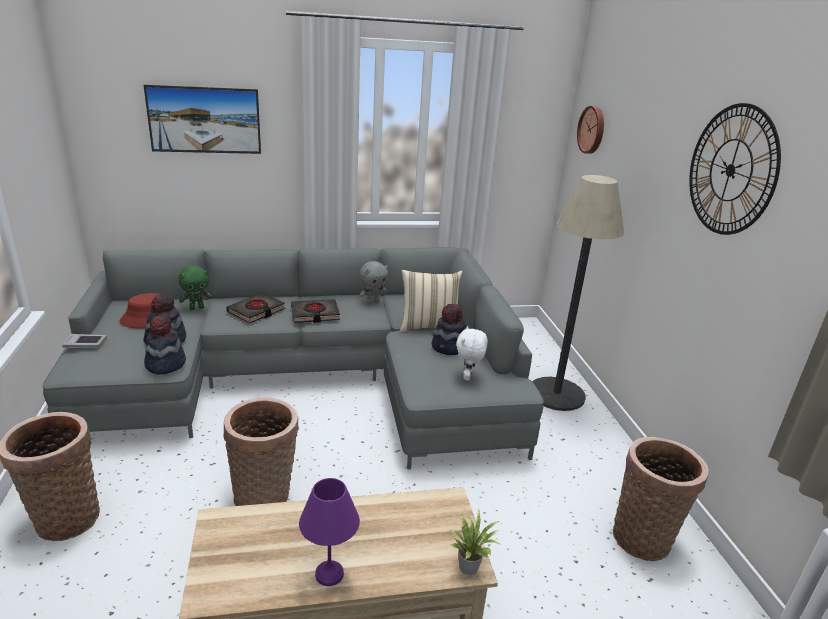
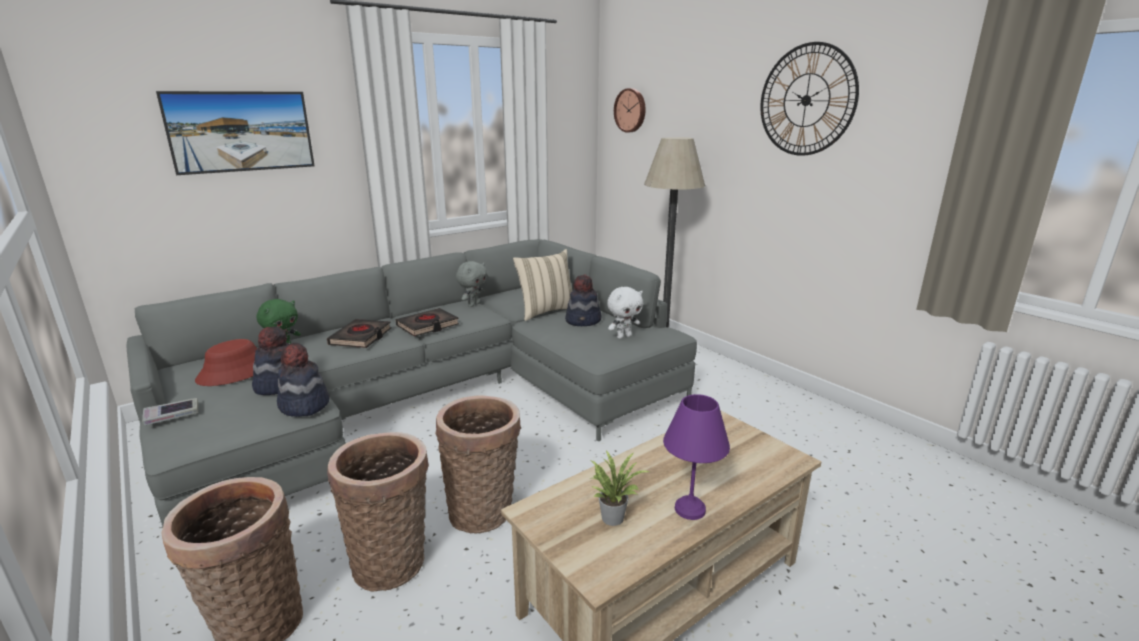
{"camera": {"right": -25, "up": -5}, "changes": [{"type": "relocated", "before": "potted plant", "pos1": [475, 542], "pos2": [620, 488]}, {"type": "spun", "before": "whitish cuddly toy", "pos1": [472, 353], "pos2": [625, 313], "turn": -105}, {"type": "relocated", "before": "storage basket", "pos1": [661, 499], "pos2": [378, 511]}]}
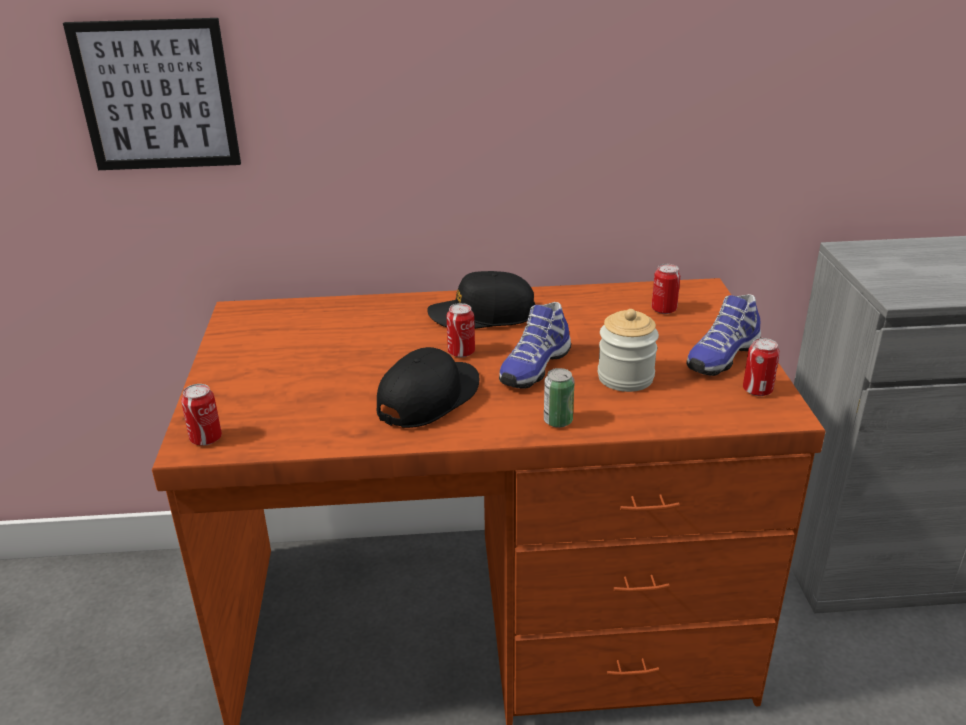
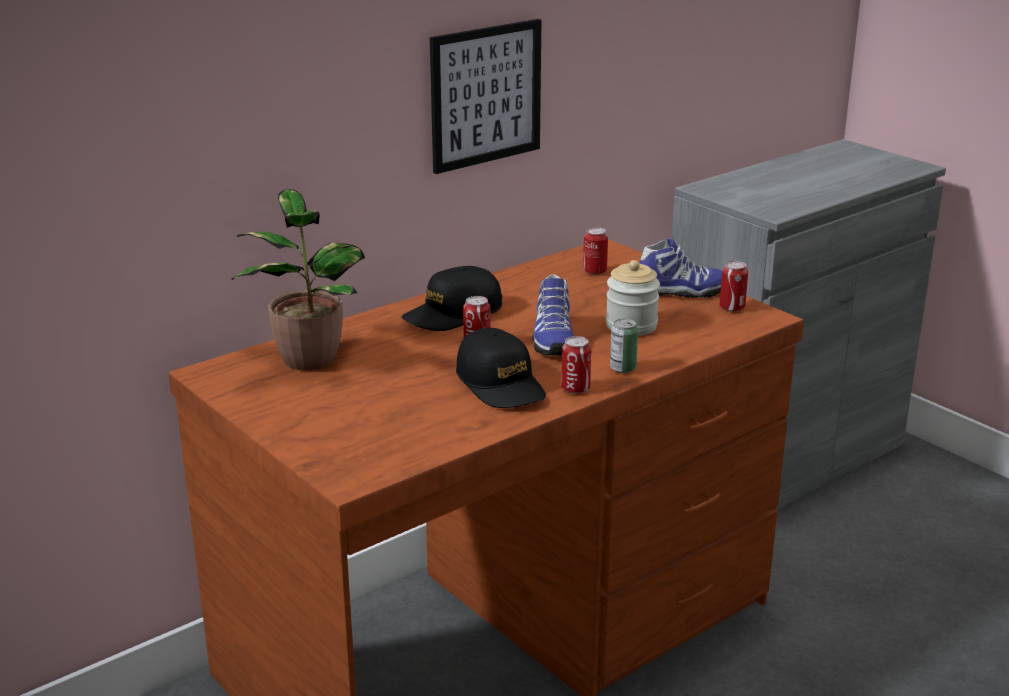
{"camera": {"right": -35, "up": -5}, "changes": [{"type": "relocated", "before": "wall picture", "pos1": [152, 94], "pos2": [485, 96]}, {"type": "relocated", "before": "can", "pos1": [201, 415], "pos2": [576, 365]}, {"type": "spun", "before": "black-coloured peaked cap", "pos1": [428, 387], "pos2": [501, 368], "turn": 150}, {"type": "spun", "before": "item of footwear", "pos1": [724, 335], "pos2": [680, 268], "turn": -105}, {"type": "appeared", "after": "potted plant", "pos2": [298, 280]}]}
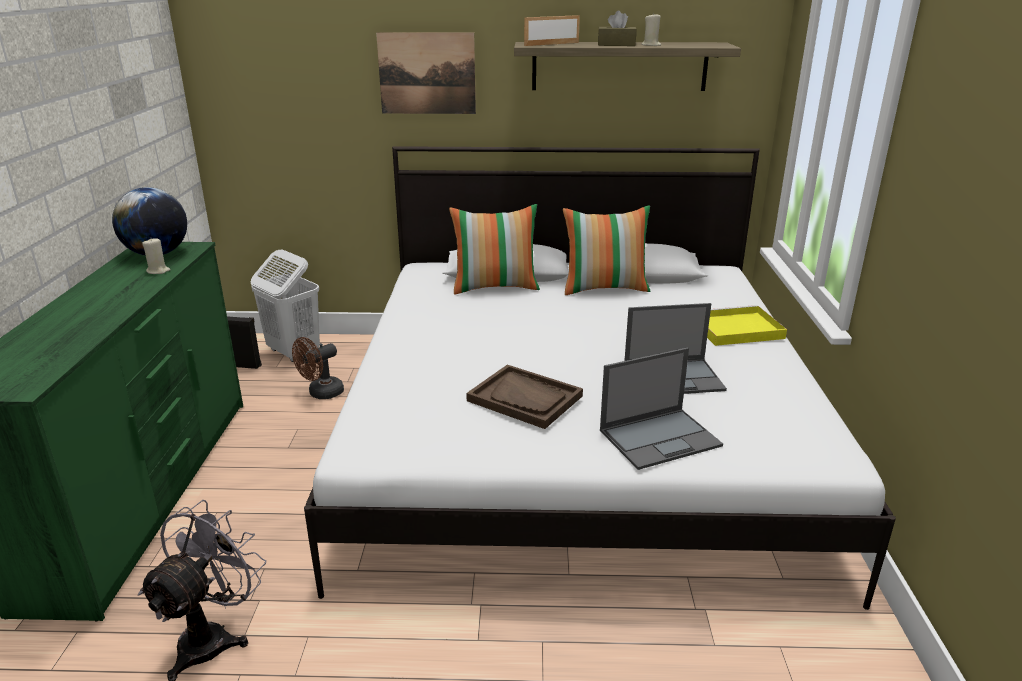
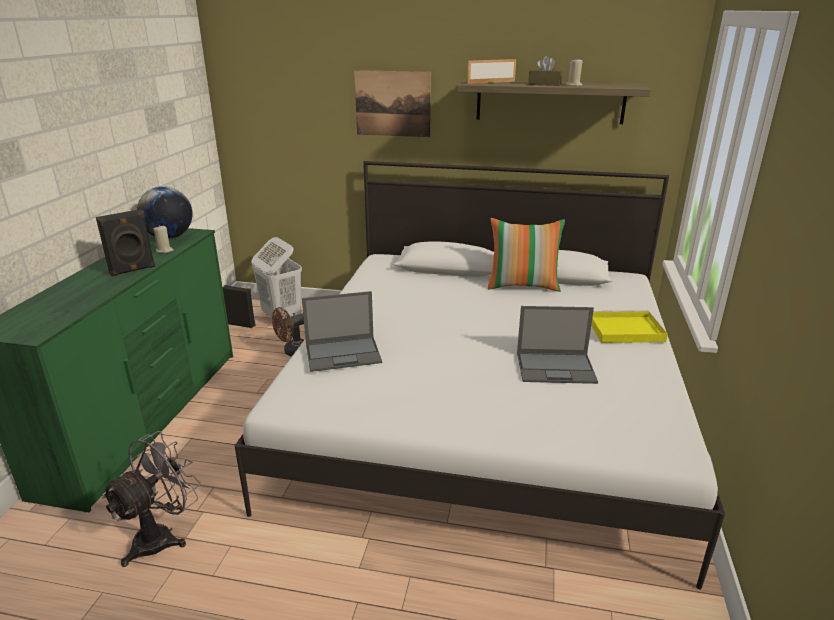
{"camera": {"right": 10, "up": 0}, "changes": [{"type": "missing", "before": "pillow", "pos1": [494, 249]}, {"type": "missing", "before": "brown tray", "pos1": [524, 397]}, {"type": "relocated", "before": "laptop", "pos1": [661, 408], "pos2": [342, 331]}, {"type": "appeared", "after": "black-coloured audio speaker", "pos2": [126, 243]}]}
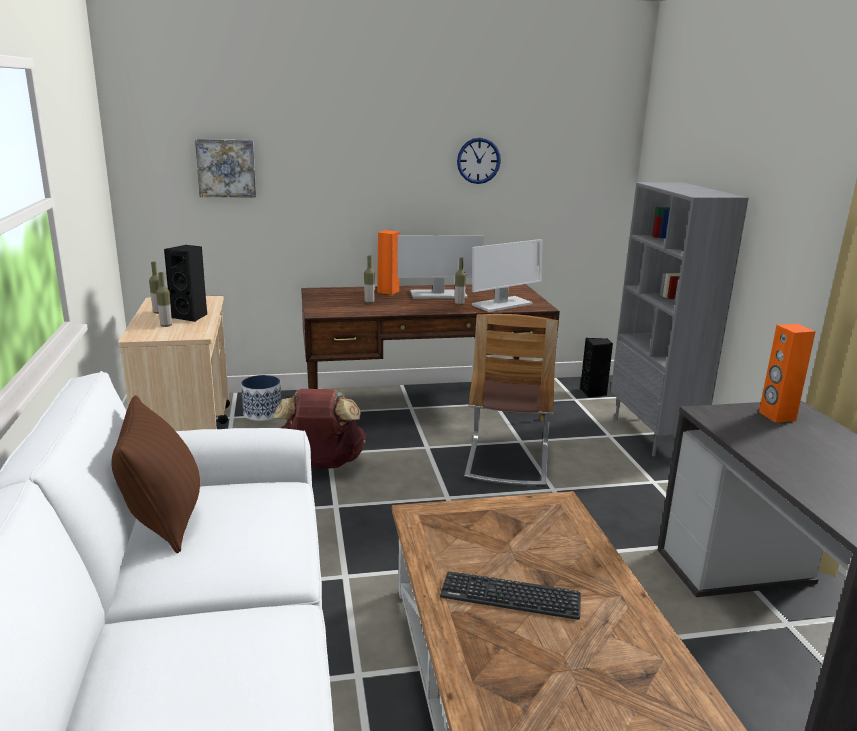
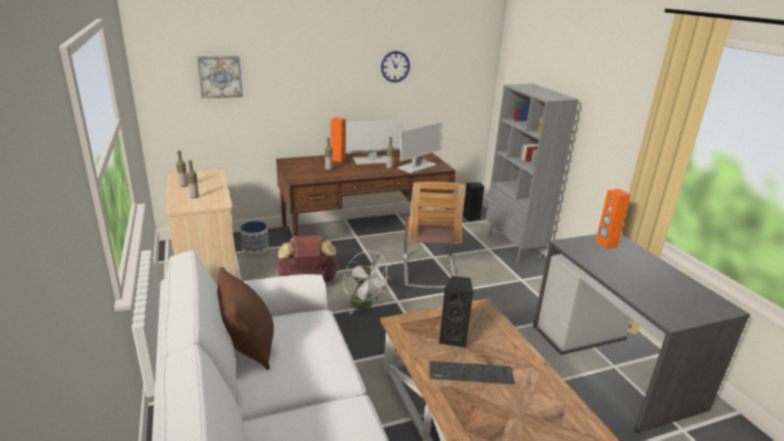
{"camera": {"right": -10, "up": 5}, "changes": [{"type": "relocated", "before": "black-coloured audio speaker", "pos1": [185, 283], "pos2": [456, 312]}, {"type": "appeared", "after": "whitish fan", "pos2": [367, 282]}]}
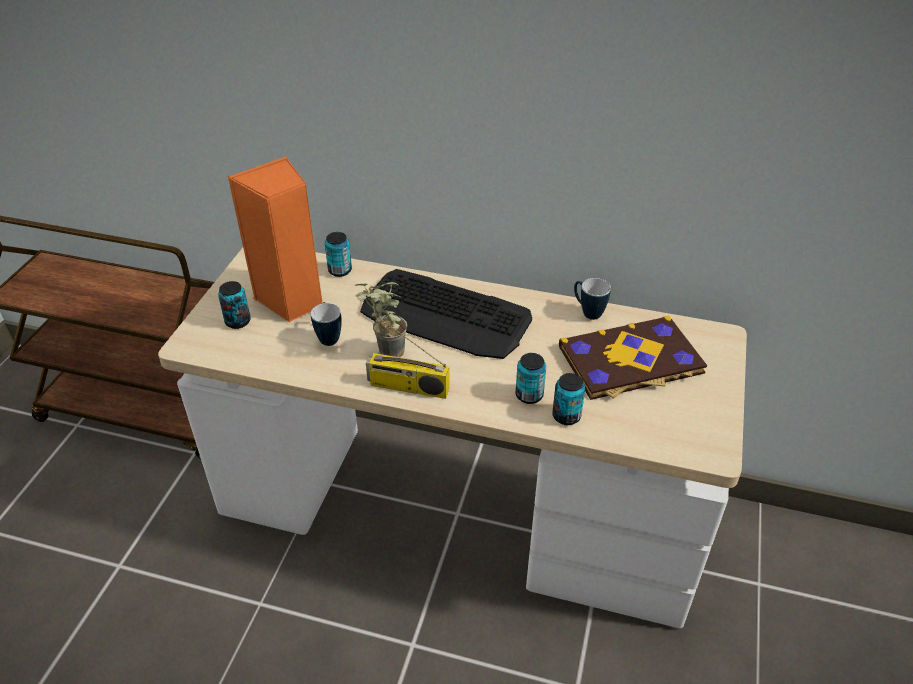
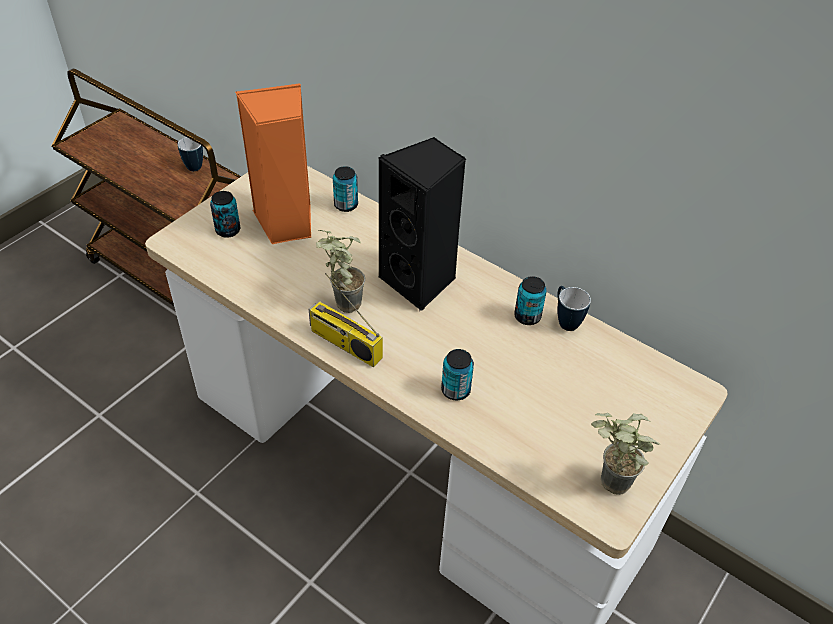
{"camera": {"right": 20, "up": 5}, "changes": [{"type": "relocated", "before": "coffee mug", "pos1": [326, 324], "pos2": [190, 154]}, {"type": "exchanged", "before": "keyboard", "after": "black-coloured audio speaker", "pos1": [446, 314], "pos2": [422, 224]}, {"type": "relocated", "before": "can", "pos1": [568, 399], "pos2": [530, 300]}, {"type": "missing", "before": "book", "pos1": [633, 358]}, {"type": "appeared", "after": "potted plant", "pos2": [625, 454]}]}
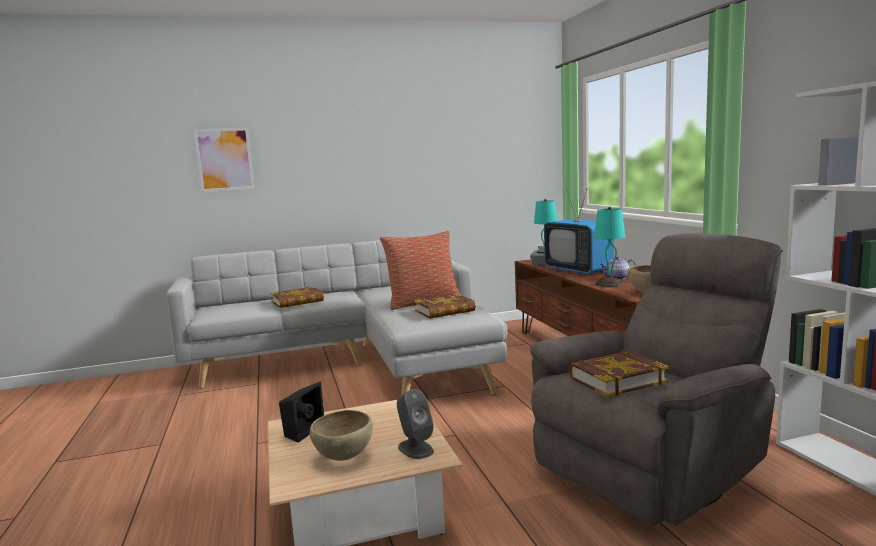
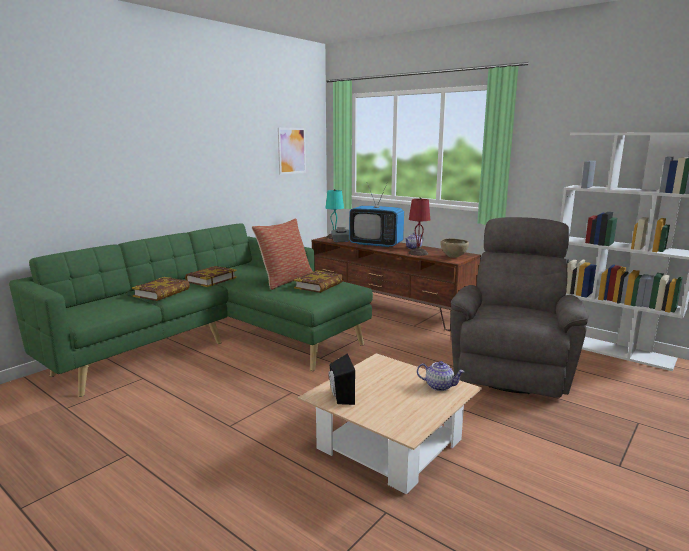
{"camera": {"right": -35, "up": 5}, "changes": [{"type": "colour", "before": "greyish couch", "after": "greenish couch", "pos1": [336, 318], "pos2": [191, 310]}, {"type": "relocated", "before": "wall picture", "pos1": [224, 160], "pos2": [292, 151]}, {"type": "missing", "before": "brown deep dish", "pos1": [341, 435]}, {"type": "exchanged", "before": "greyish audio speaker", "after": "pot for tea", "pos1": [415, 424], "pos2": [441, 376]}, {"type": "relocated", "before": "book", "pos1": [619, 374], "pos2": [211, 276]}, {"type": "colour", "before": "turquoise-coloured lamp for a table", "after": "red lamp for a table", "pos1": [609, 247], "pos2": [419, 226]}]}
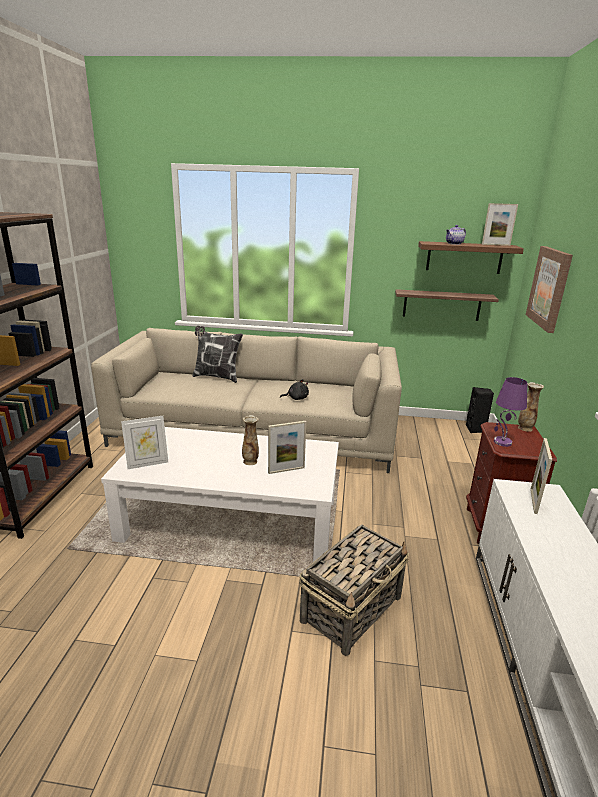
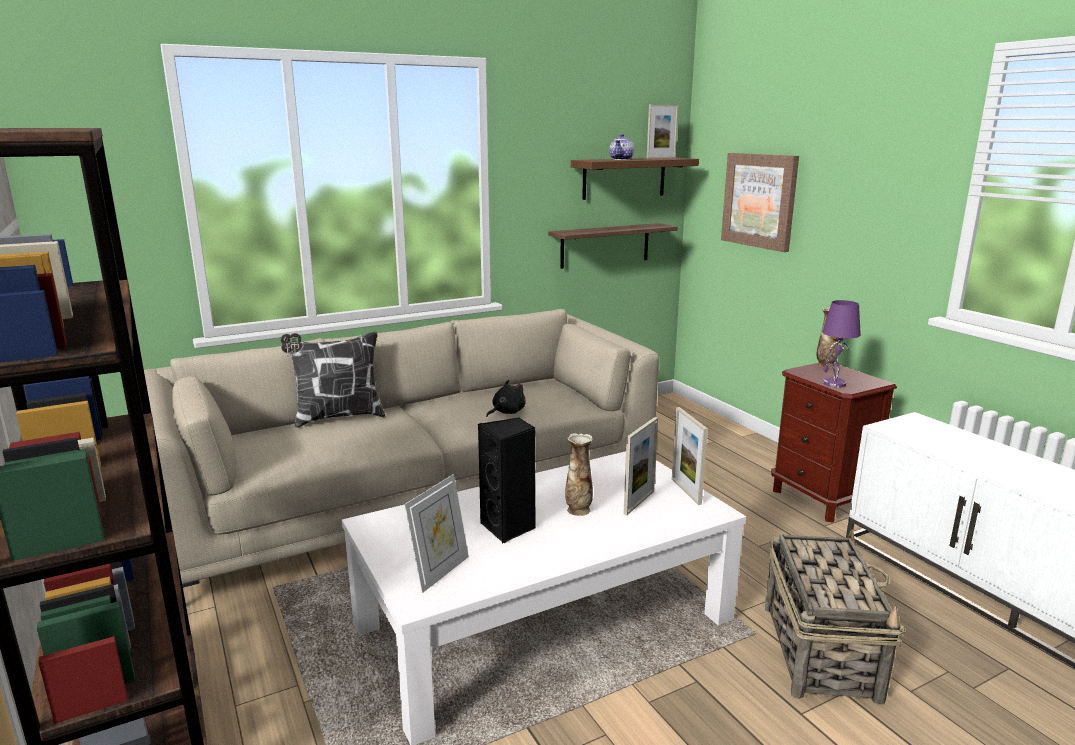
{"camera": {"right": -35, "up": -5}, "changes": [{"type": "relocated", "before": "black-coloured audio speaker", "pos1": [480, 410], "pos2": [507, 480]}, {"type": "relocated", "before": "standing frame", "pos1": [541, 476], "pos2": [690, 456]}]}
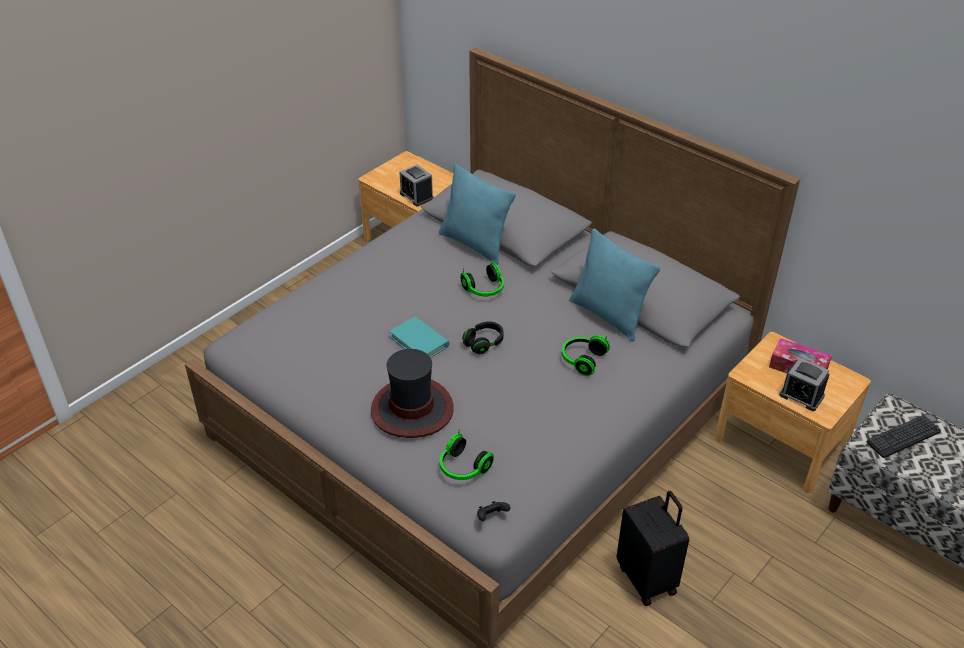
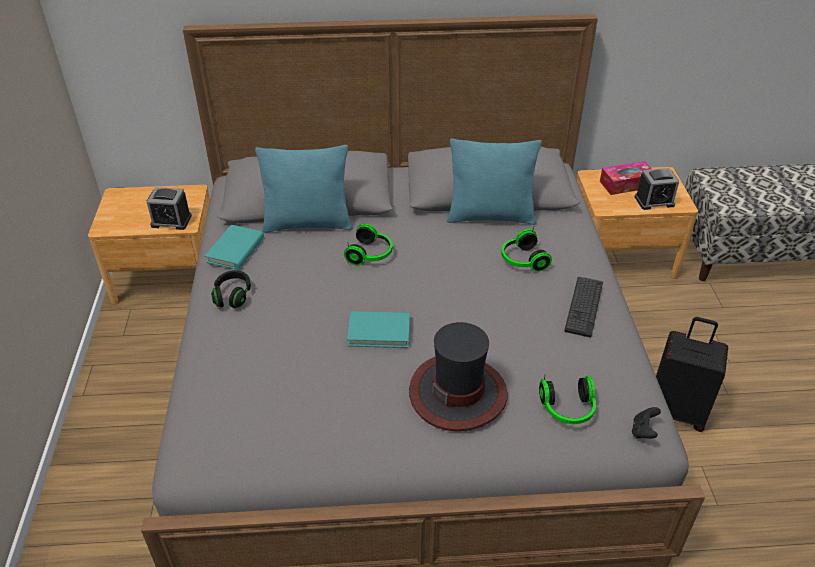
{"camera": {"right": -45, "up": 0}, "changes": [{"type": "relocated", "before": "black-coloured headphones", "pos1": [483, 338], "pos2": [231, 289]}, {"type": "relocated", "before": "keyboard", "pos1": [904, 436], "pos2": [583, 307]}, {"type": "appeared", "after": "turquoise-coloured book", "pos2": [234, 247]}]}
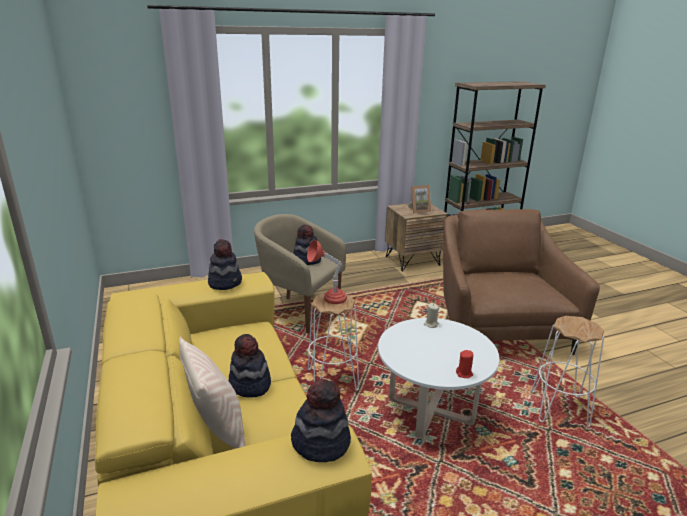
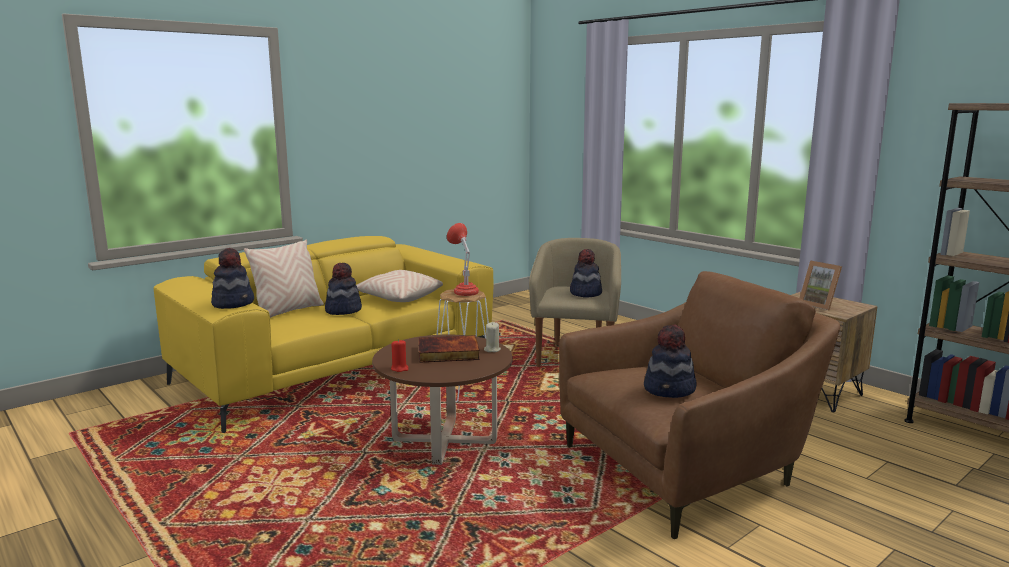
{"camera": {"right": 70, "up": -10}, "changes": [{"type": "relocated", "before": "hat", "pos1": [225, 264], "pos2": [670, 361]}, {"type": "colour", "before": "whitish low table", "after": "brown low table", "pos1": [438, 378], "pos2": [442, 400]}, {"type": "missing", "before": "whitish stool seat", "pos1": [567, 371]}, {"type": "appeared", "after": "sand-coloured pillow", "pos2": [399, 286]}, {"type": "appeared", "after": "book", "pos2": [449, 349]}]}
